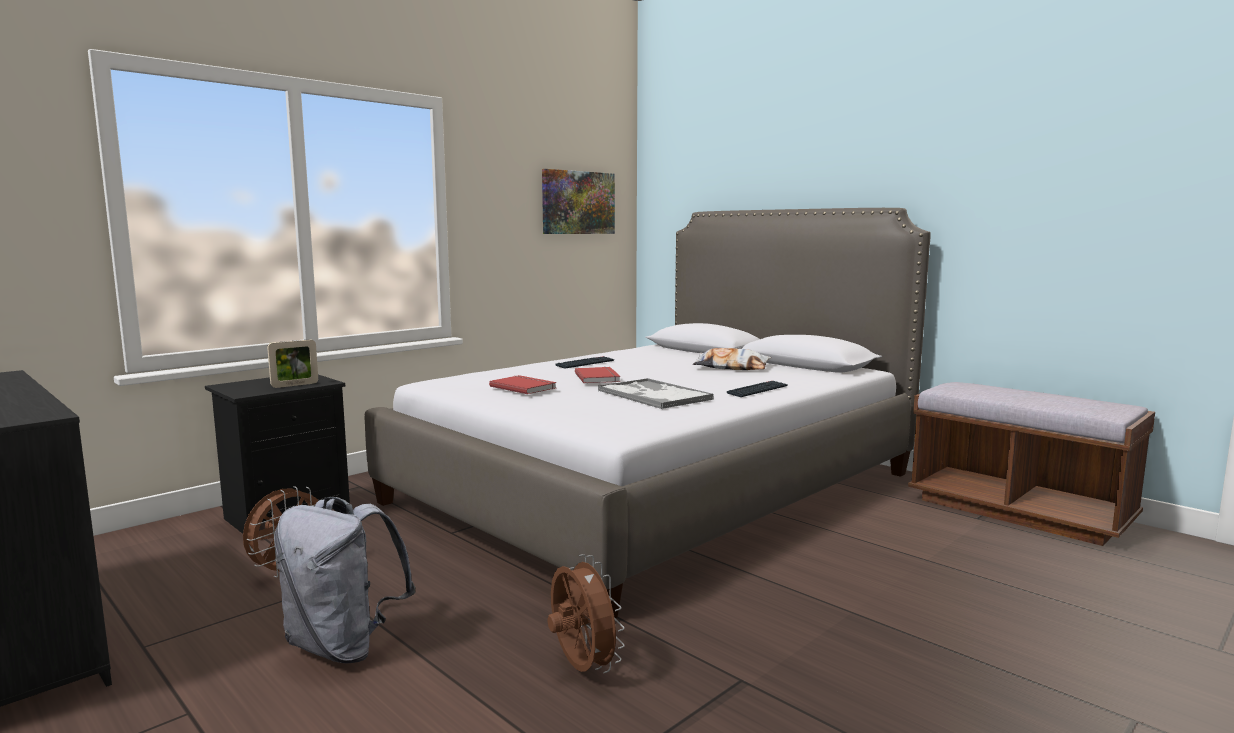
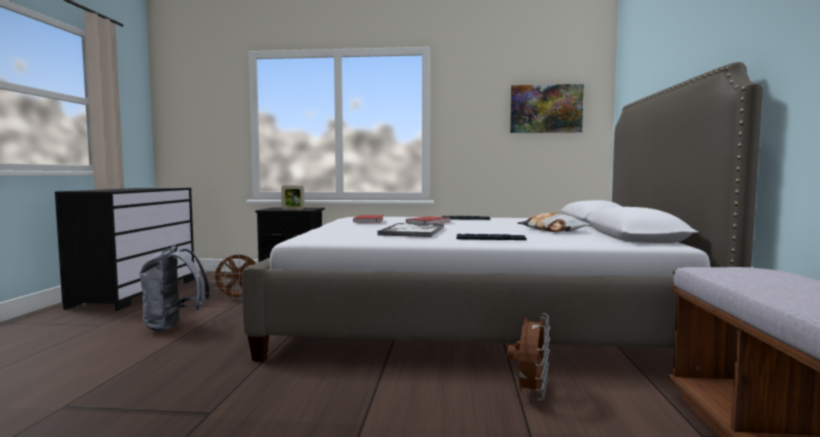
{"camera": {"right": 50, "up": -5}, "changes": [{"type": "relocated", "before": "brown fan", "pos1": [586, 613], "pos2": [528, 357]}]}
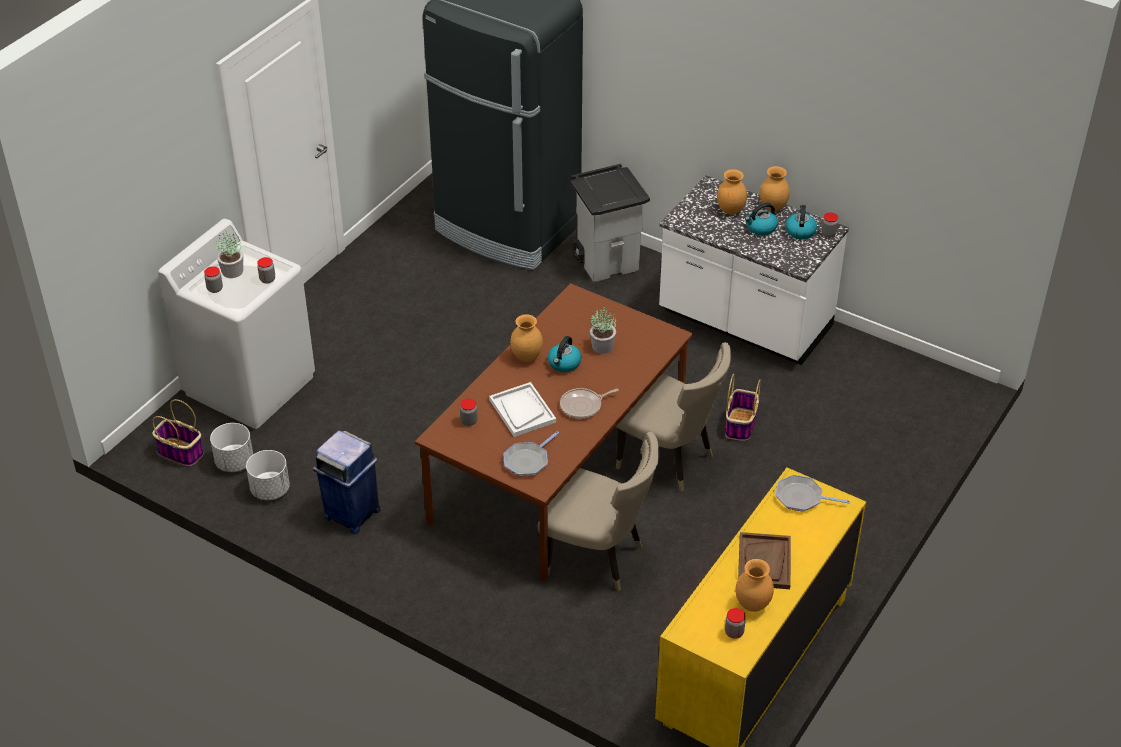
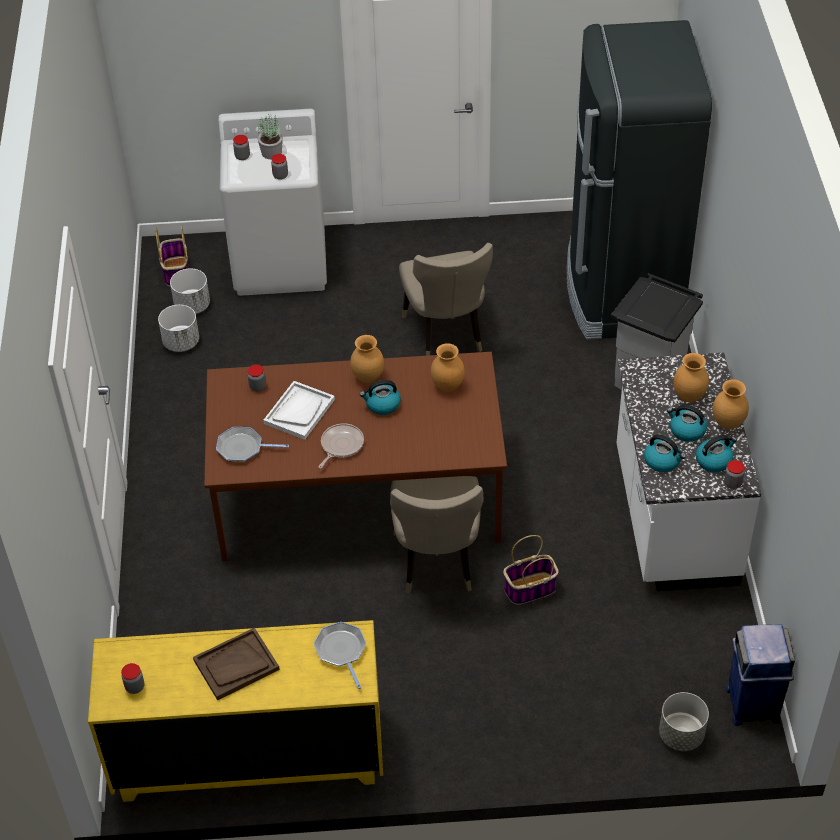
{"camera": {"right": 55, "up": 5}, "changes": [{"type": "relocated", "before": "blue trash can", "pos1": [347, 482], "pos2": [760, 675]}, {"type": "relocated", "before": "sand-coloured upright chair", "pos1": [598, 511], "pos2": [446, 299]}, {"type": "spun", "before": "pan", "pos1": [589, 403], "pos2": [341, 446], "turn": 90}, {"type": "missing", "before": "potted plant", "pos1": [603, 330]}, {"type": "relocated", "before": "brown decorative vase", "pos1": [754, 585], "pos2": [448, 367]}, {"type": "appeared", "after": "kettle", "pos2": [665, 453]}, {"type": "appeared", "after": "greyish plant pot", "pos2": [684, 721]}]}
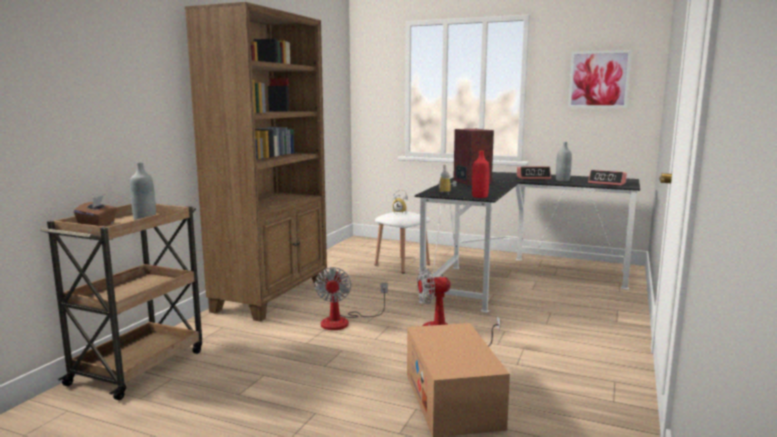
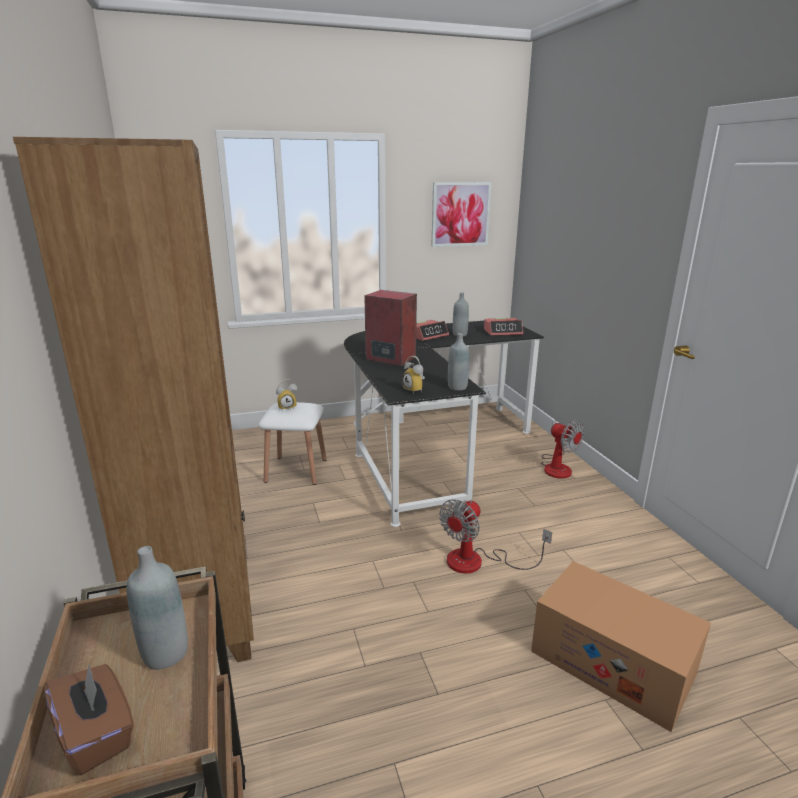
{"camera": {"right": -40, "up": 10}, "changes": [{"type": "relocated", "before": "fan", "pos1": [351, 298], "pos2": [563, 449]}, {"type": "colour", "before": "red bottle", "after": "greyish bottle", "pos1": [480, 174], "pos2": [458, 362]}]}
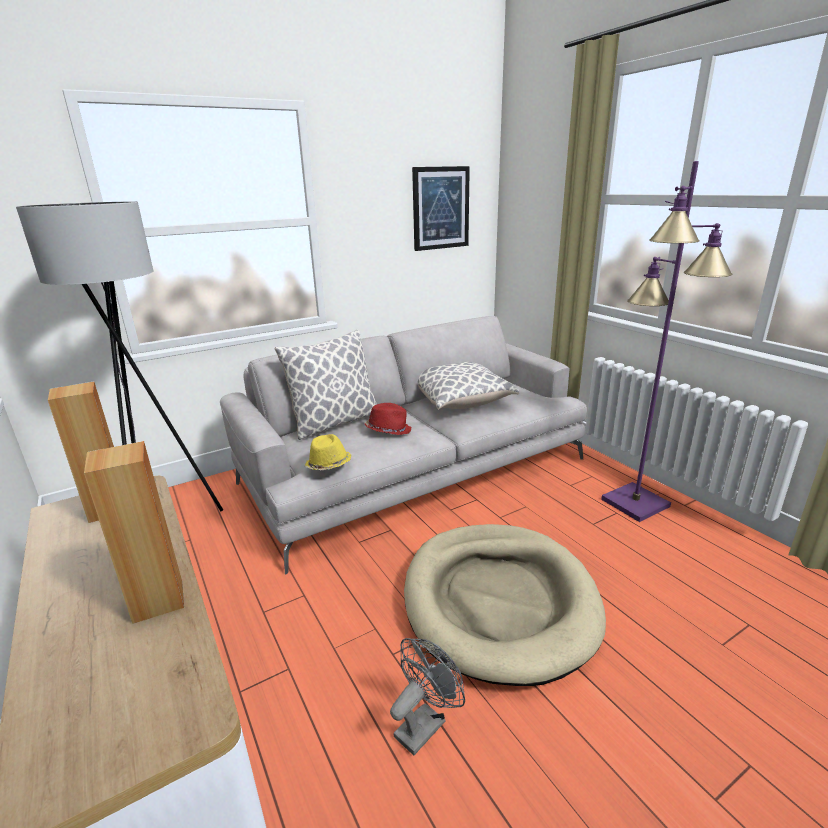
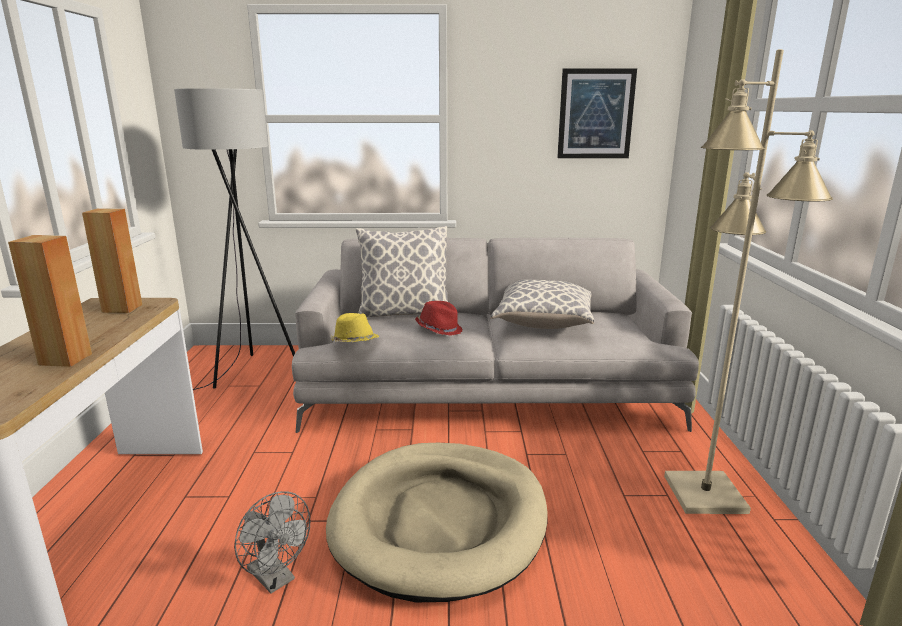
{"camera": {"right": 30, "up": -5}, "changes": [{"type": "spun", "before": "greyish fan", "pos1": [427, 696], "pos2": [272, 542], "turn": 60}, {"type": "colour", "before": "purple-coloured standing lamp", "after": "sand-coloured standing lamp", "pos1": [666, 341], "pos2": [748, 281]}]}
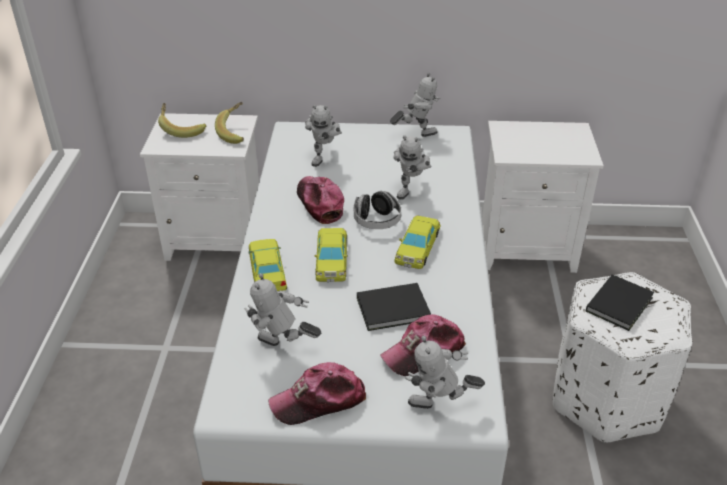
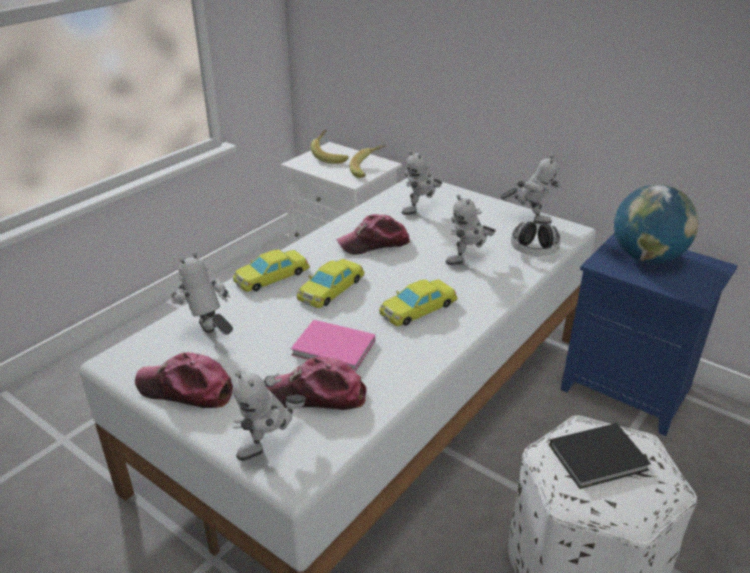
{"camera": {"right": 35, "up": -5}, "changes": [{"type": "spun", "before": "yellowish model car", "pos1": [267, 265], "pos2": [271, 270], "turn": -150}, {"type": "spun", "before": "peaked cap", "pos1": [320, 200], "pos2": [373, 234], "turn": -120}, {"type": "relocated", "before": "headphones", "pos1": [377, 210], "pos2": [536, 238]}, {"type": "colour", "before": "black-coloured book", "after": "pink-coloured book", "pos1": [394, 307], "pos2": [333, 346]}, {"type": "spun", "before": "toy robot", "pos1": [445, 372], "pos2": [269, 416], "turn": -75}, {"type": "colour", "before": "whitish bedside table", "after": "blue bedside table", "pos1": [543, 197], "pos2": [649, 334]}, {"type": "appeared", "after": "desk globe", "pos2": [656, 223]}]}
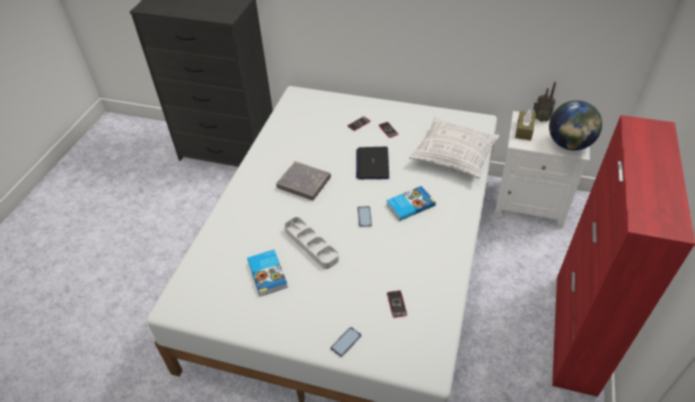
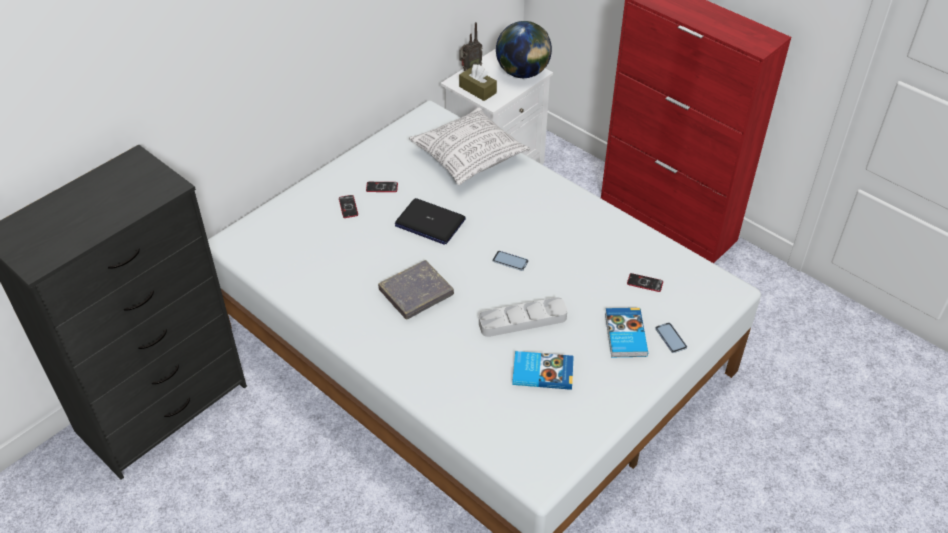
{"camera": {"right": -65, "up": 0}, "changes": [{"type": "relocated", "before": "book", "pos1": [411, 203], "pos2": [626, 332]}]}
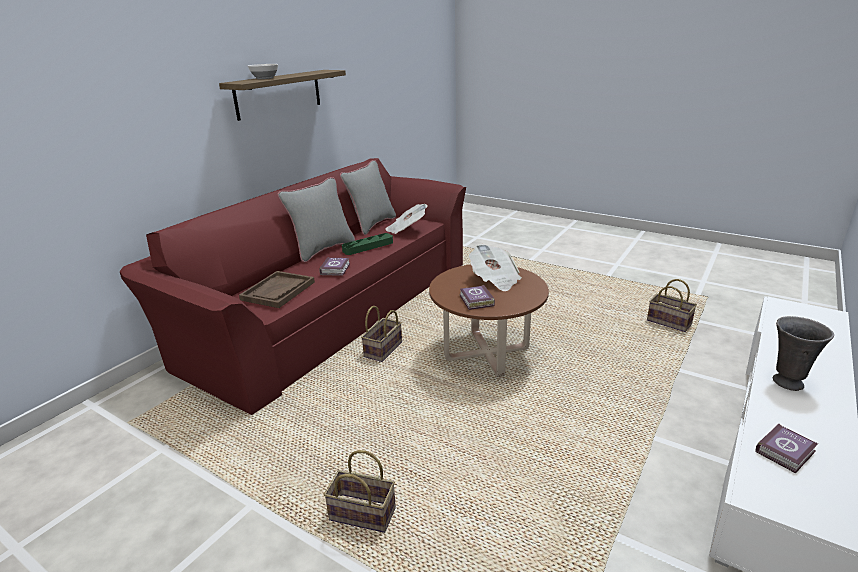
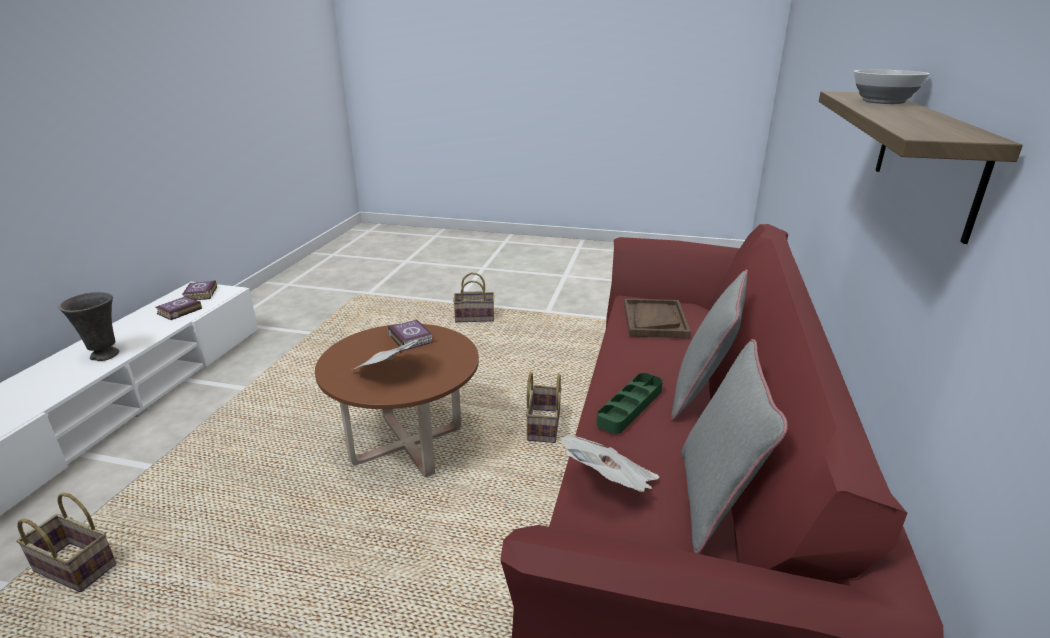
{"camera": {"right": 160, "up": 0}, "changes": [{"type": "relocated", "before": "book", "pos1": [334, 266], "pos2": [199, 290]}]}
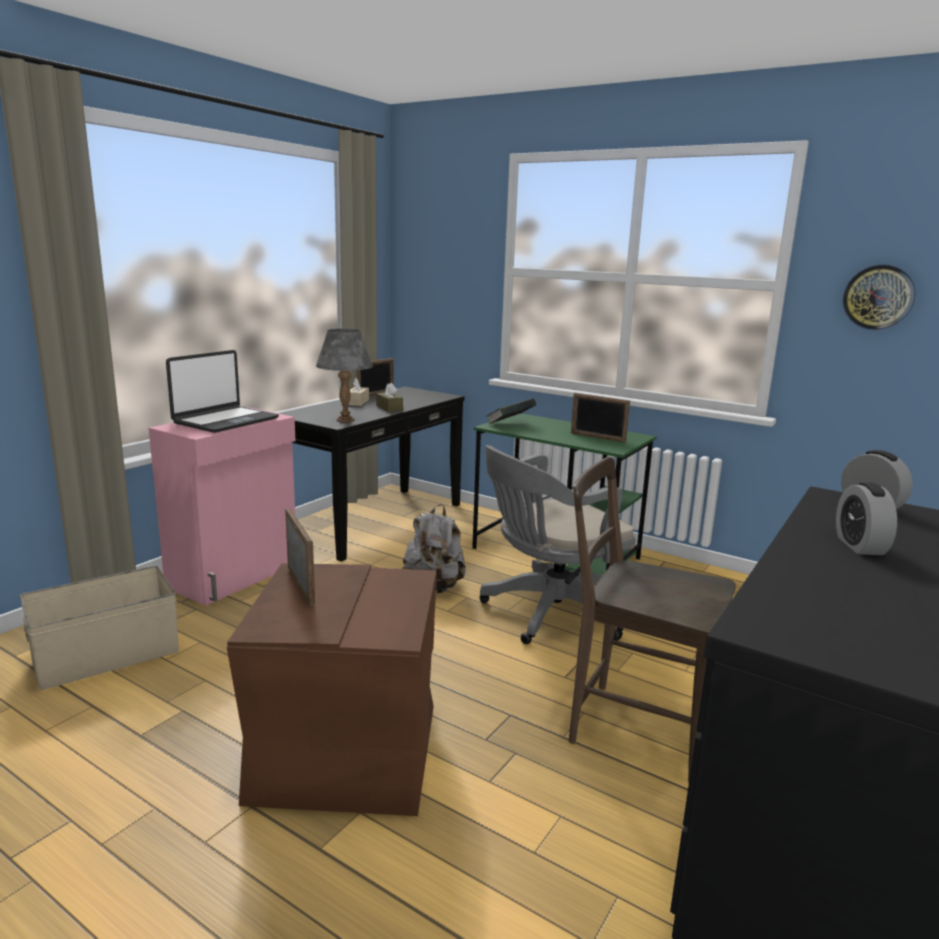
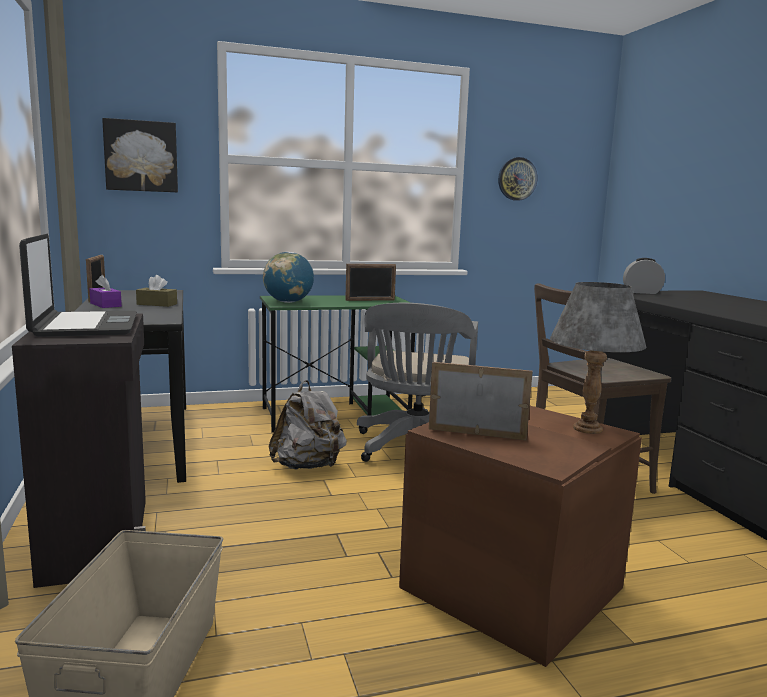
{"camera": {"right": -50, "up": -5}, "changes": [{"type": "colour", "before": "pink-coloured storage cabinet", "after": "black-coloured storage cabinet", "pos1": [222, 506], "pos2": [79, 450]}, {"type": "relocated", "before": "greyish lamp for a table", "pos1": [344, 375], "pos2": [598, 358]}, {"type": "colour", "before": "sand-coloured box of tissues", "after": "purple-coloured box of tissues", "pos1": [359, 392], "pos2": [106, 291]}, {"type": "exchanged", "before": "book", "after": "desk globe", "pos1": [511, 411], "pos2": [288, 277]}, {"type": "missing", "before": "table clock", "pos1": [866, 518]}, {"type": "appeared", "after": "wall picture", "pos2": [140, 155]}]}
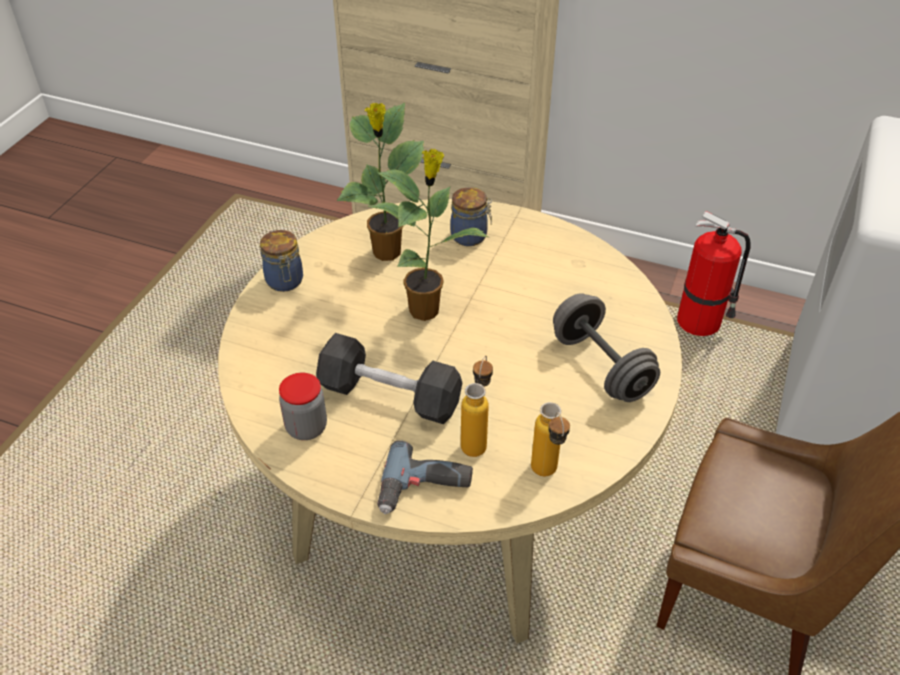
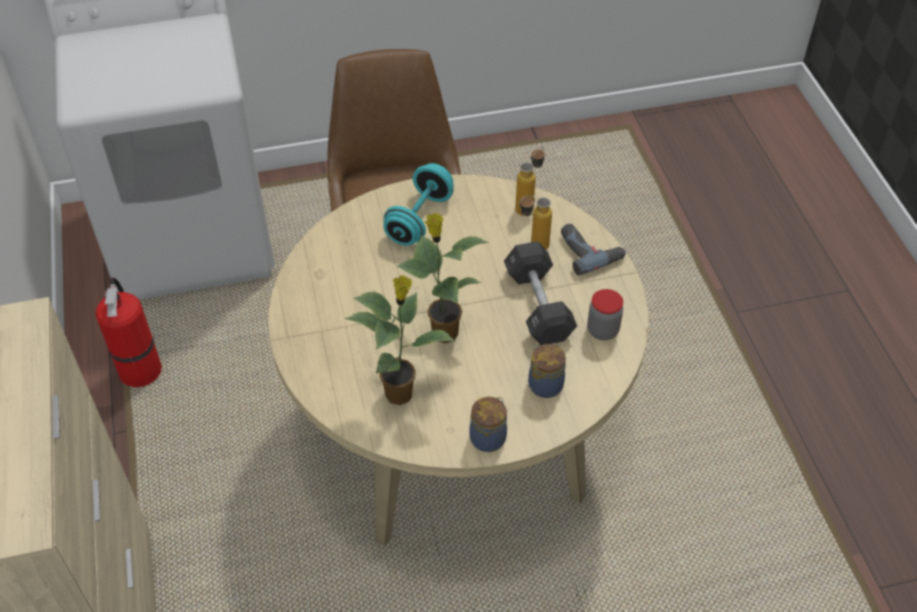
{"camera": {"right": -125, "up": 5}, "changes": [{"type": "relocated", "before": "jar", "pos1": [471, 216], "pos2": [547, 371]}, {"type": "colour", "before": "greyish hand weight", "after": "turquoise-coloured hand weight", "pos1": [606, 347], "pos2": [418, 204]}]}
